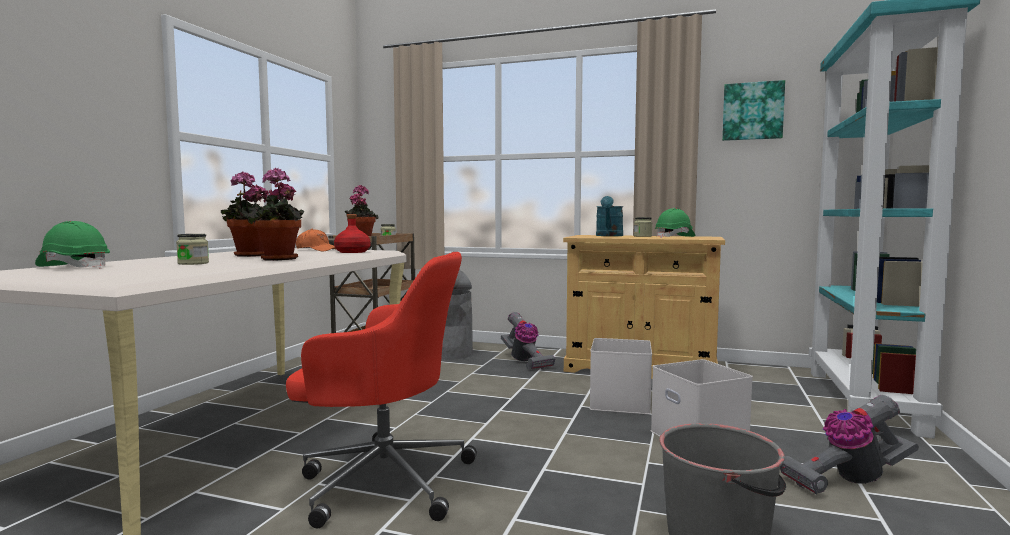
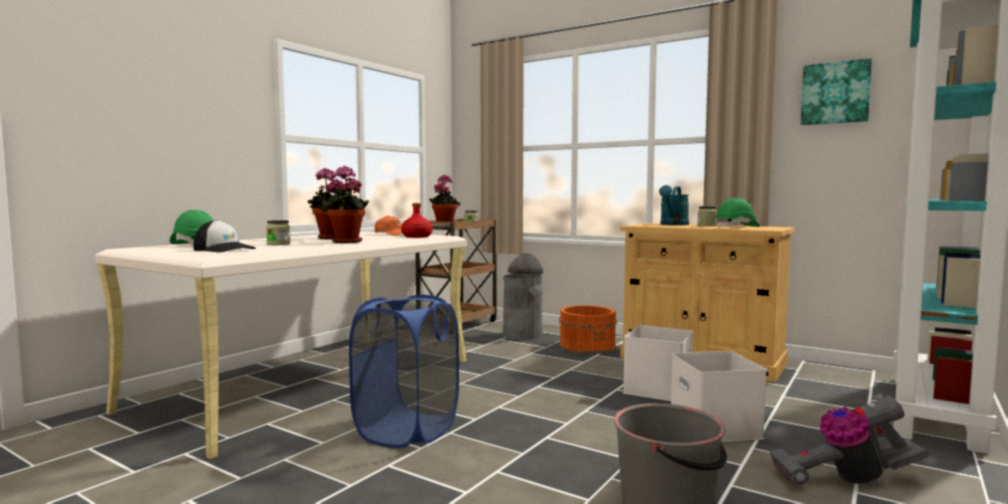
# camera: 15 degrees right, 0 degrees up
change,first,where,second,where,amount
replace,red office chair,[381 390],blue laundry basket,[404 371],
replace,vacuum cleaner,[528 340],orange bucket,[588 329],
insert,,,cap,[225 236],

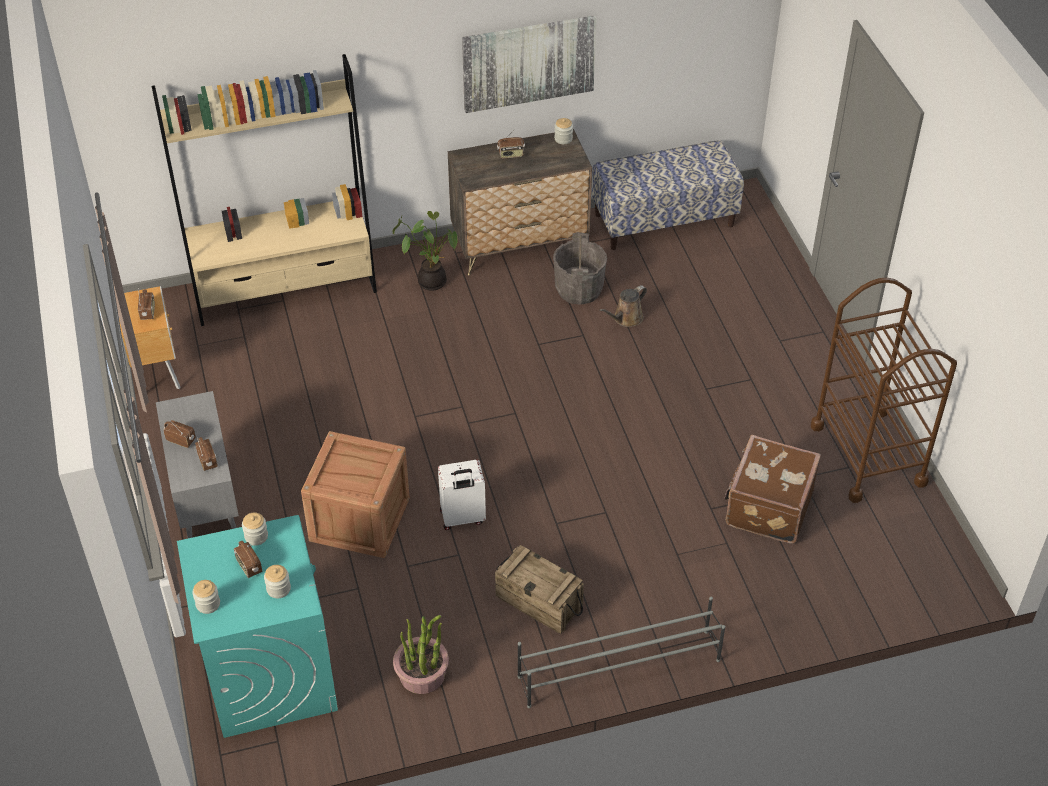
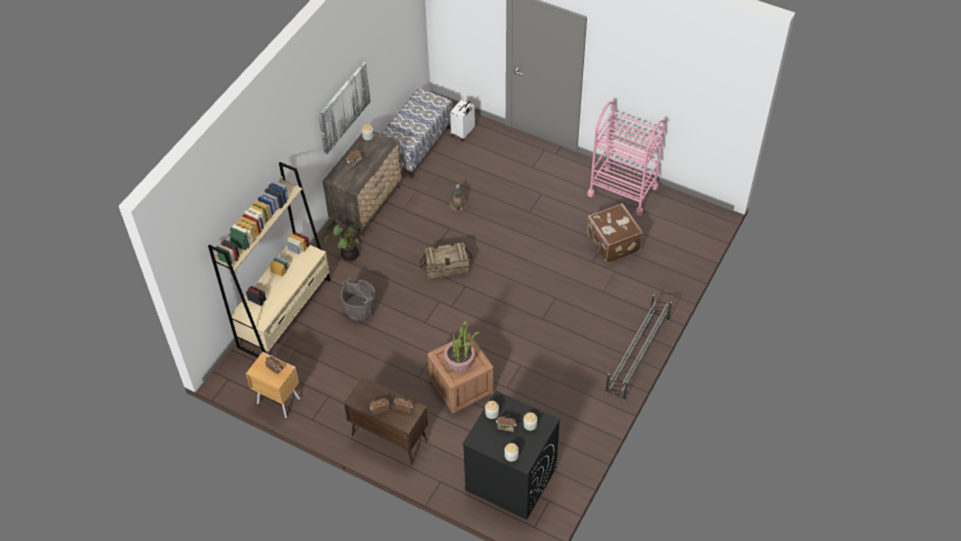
# camera: 45 degrees left, 5 degrees up
change,first,where,second,where,amount
recolor,grey cabinet,[197 464],brown cabinet,[386 421],
recolor,turquoise washing machine,[257 626],black washing machine,[511 455],
move,potted plant,[421 654],,[461 346],
move,white suitcase,[462 495],,[462 120],
move,crate,[539 589],,[446 260],
move,grey bucket,[580 268],,[358 299],
recolor,brown cart,[884 390],pink cart,[626 158],

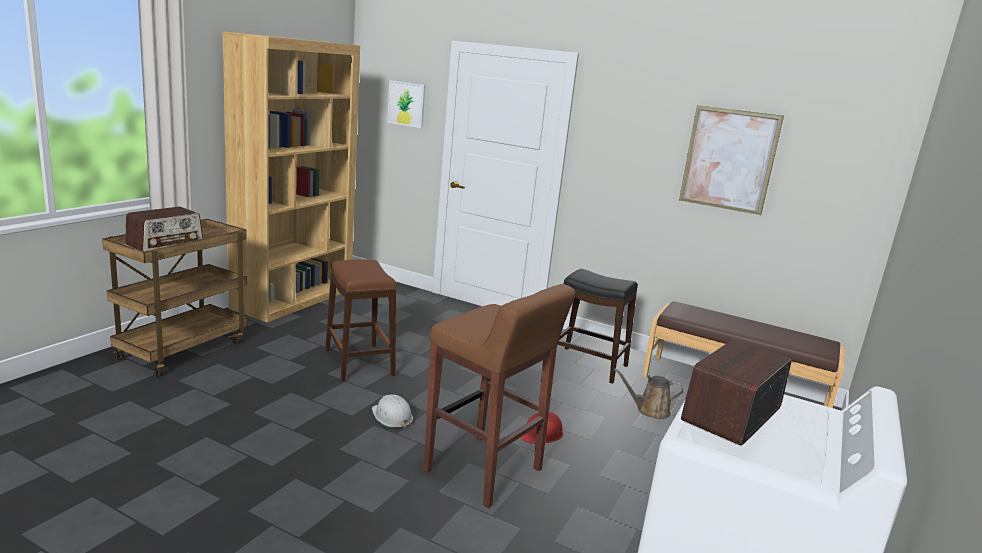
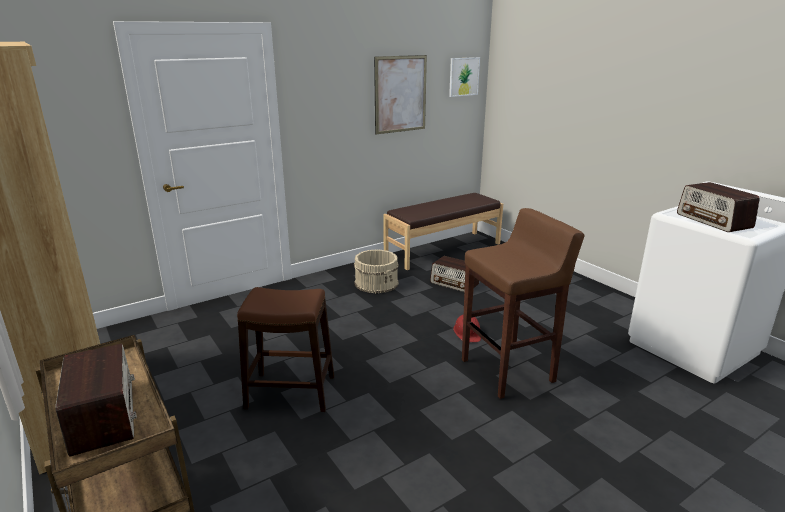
# camera: 60 degrees left, 5 degrees up
change,first,where,second,where,amount
delete,white hard hat,[392 411],,,
move,picture,[406 104],,[464 77],
replace,black stool,[598 326],beige bucket,[376 271],
replace,brown watering can,[648 393],radio,[454 274],

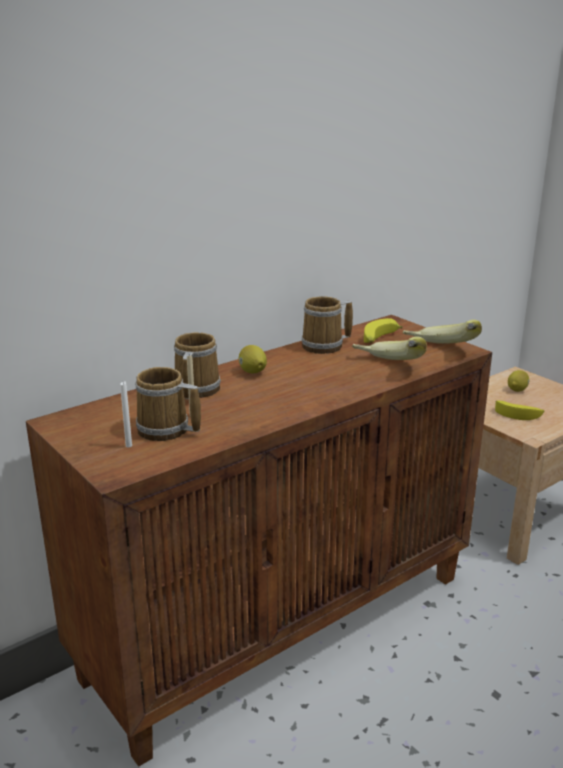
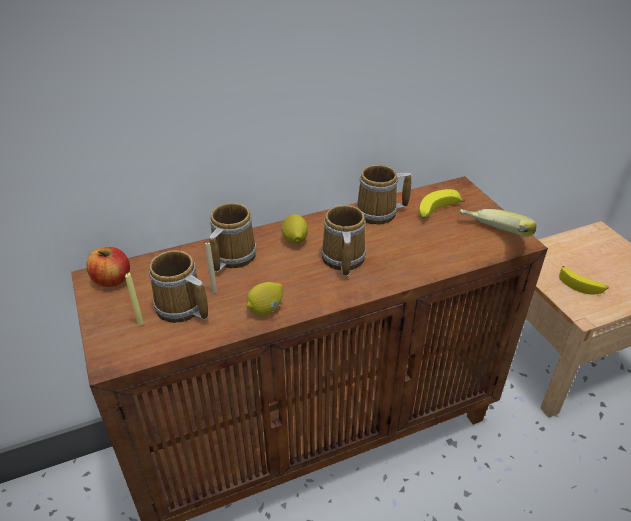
# camera: 15 degrees right, 15 degrees up
change,first,where,second,where,amount
recolor,white candle,[126 414],yellow candle,[134 299],
delete,banana,[389 348],,,
move,lemon,[518 381],,[265 299],
insert,,,apple,[108 267],
insert,,,mug,[343 240],

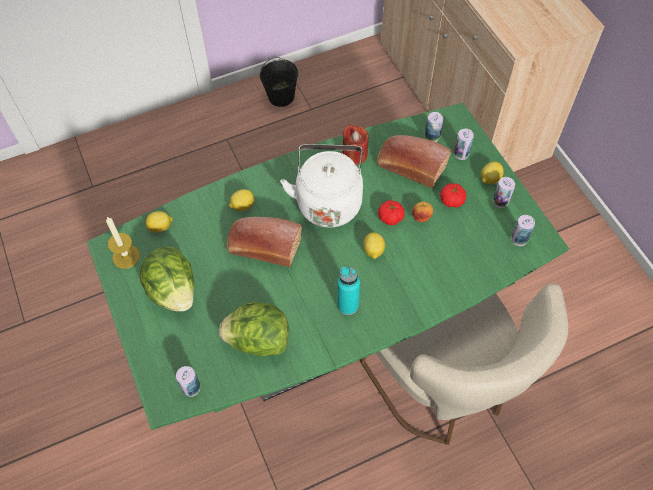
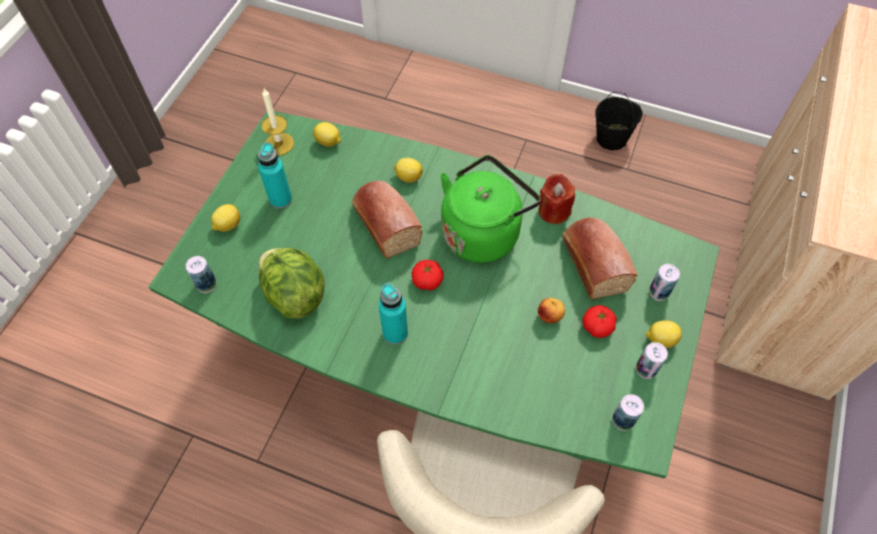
# camera: 45 degrees right, 0 degrees up
change,first,where,second,where,amount
replace,lettuce,[167 279],turquoise bottle,[275 176],
recolor,white kettle,[321 186],green kettle,[491 209],
move,lemon,[374 245],,[225 218],
move,tomato,[391 212],,[427 275],
delete,can,[434 127],,,

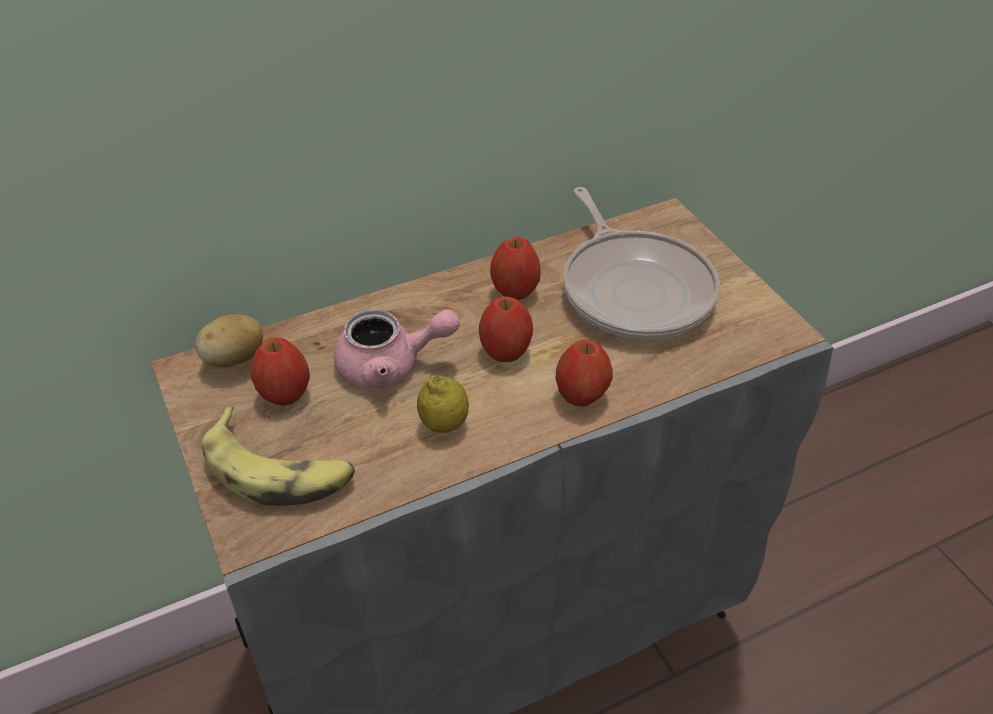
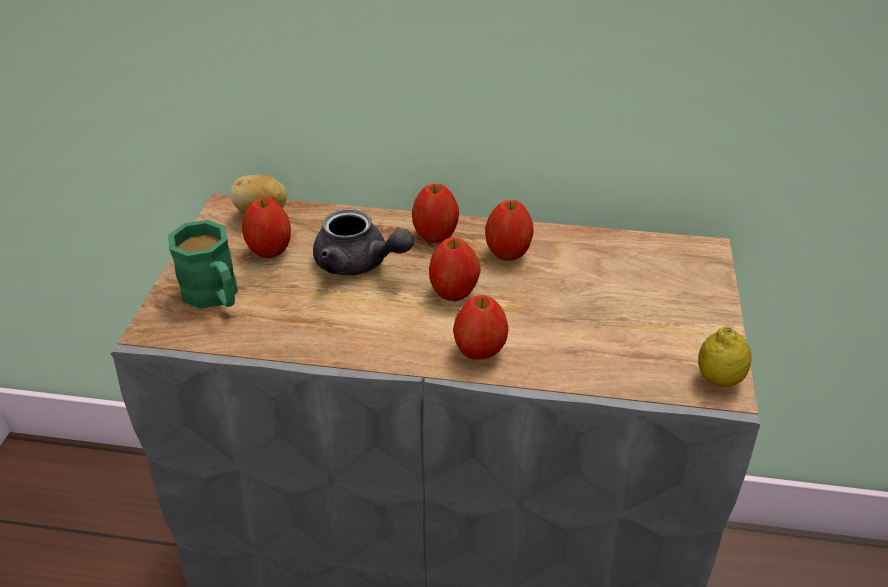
# camera: 35 degrees right, 5 degrees down
change,first,where,second,where,amount
replace,banana,[278 456],green mug,[203 264],
recolor,pink teapot,[397 348],grey teapot,[363 242],
move,lemon,[443 404],,[725 356],
delete,frying pan,[641 263],,,
insert,,,apple,[435 213],

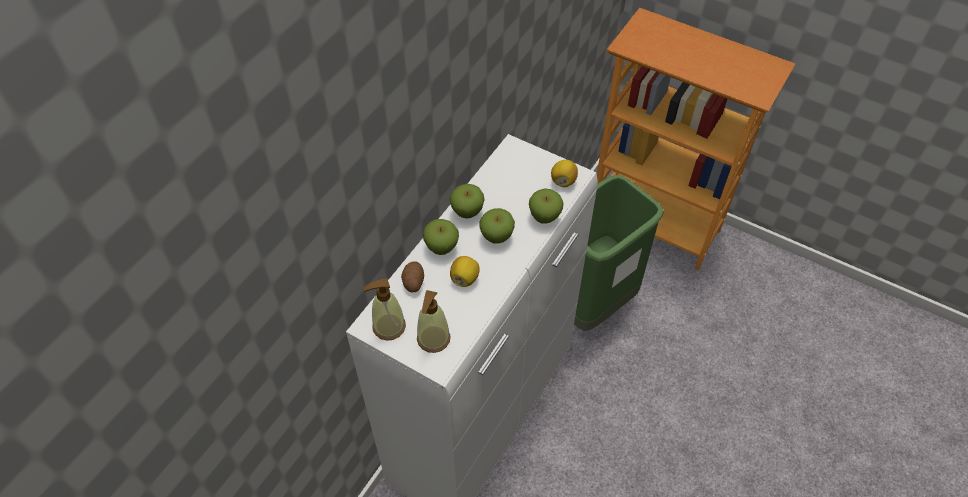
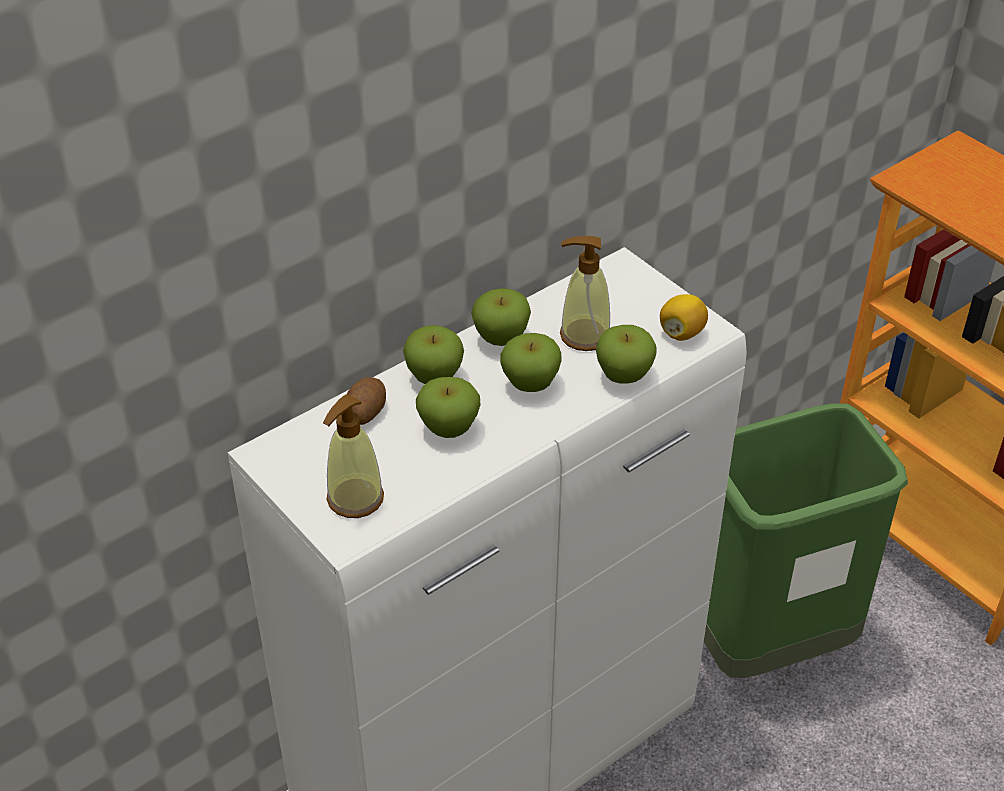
# camera: 20 degrees right, 10 degrees down
change,first,where,second,where,amount
move,soap dispenser,[384 309],,[585 293],
replace,lemon,[465 271],apple,[448 407],

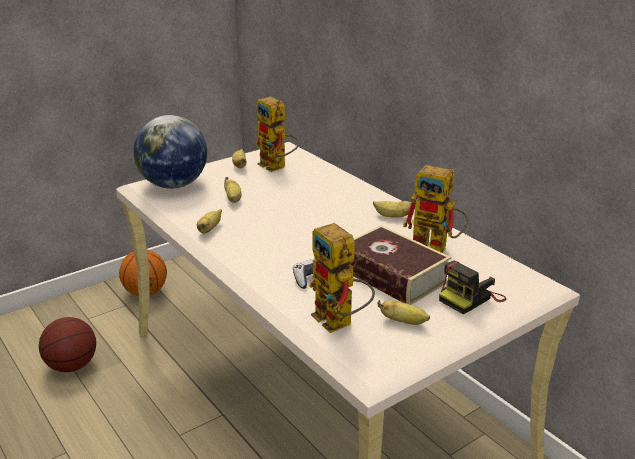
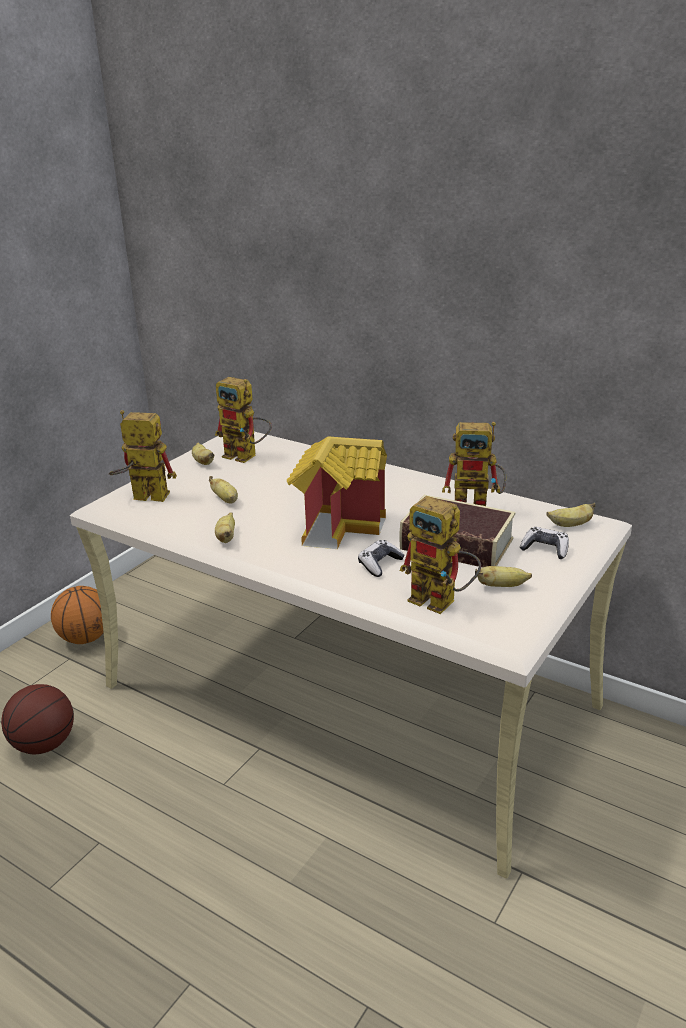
# camera: 20 degrees left, 0 degrees up
change,first,where,second,where,amount
replace,globe,[170 152],toy robot,[143 456],
move,banana,[392 209],,[571 515],
replace,photo camera,[472 287],game controller,[544 543],
insert,,,toy house,[337 492],

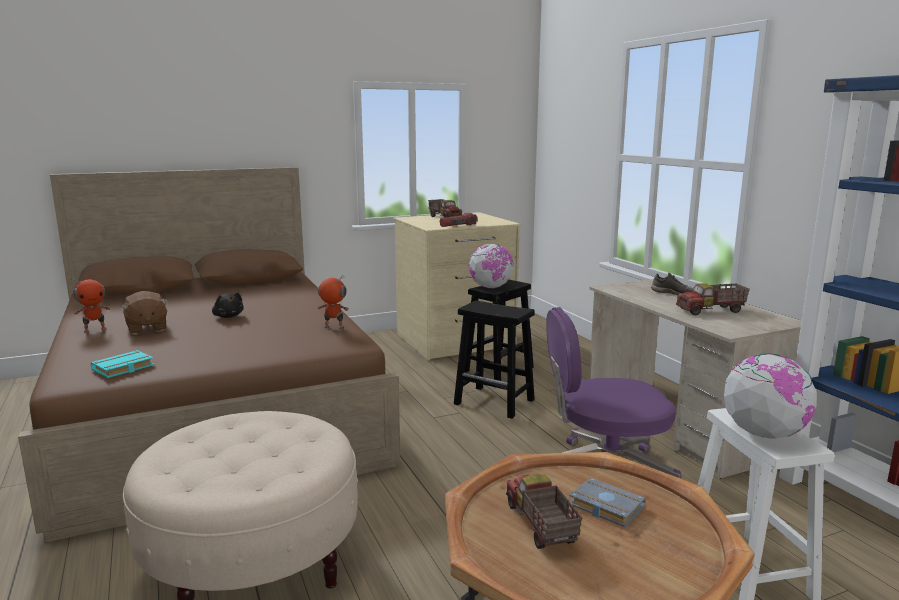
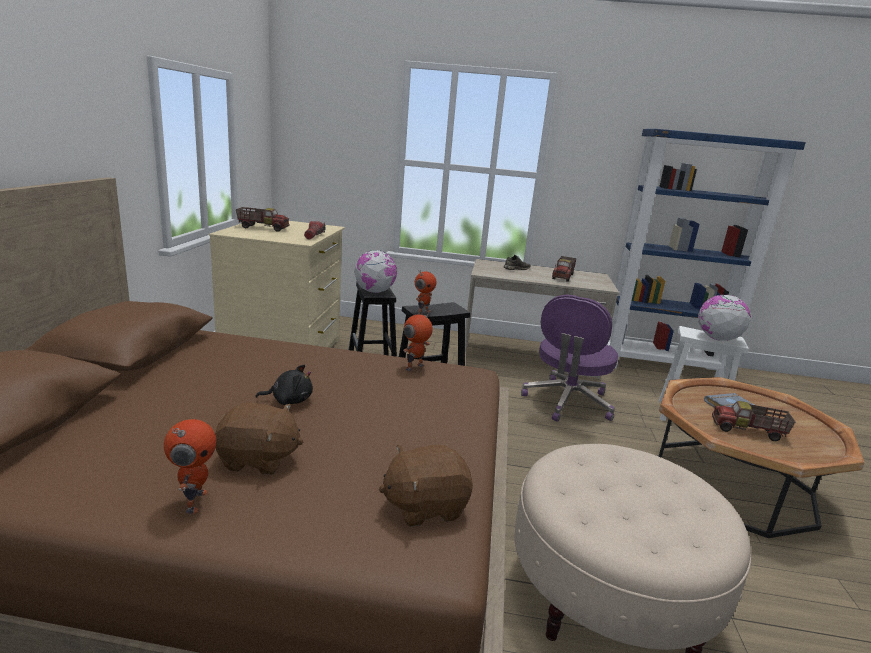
# camera: 60 degrees left, 5 degrees up
change,first,where,second,where,amount
replace,turquoise book,[122 364],brown plush toy,[426 486],
insert,,,toy robot,[425 292],

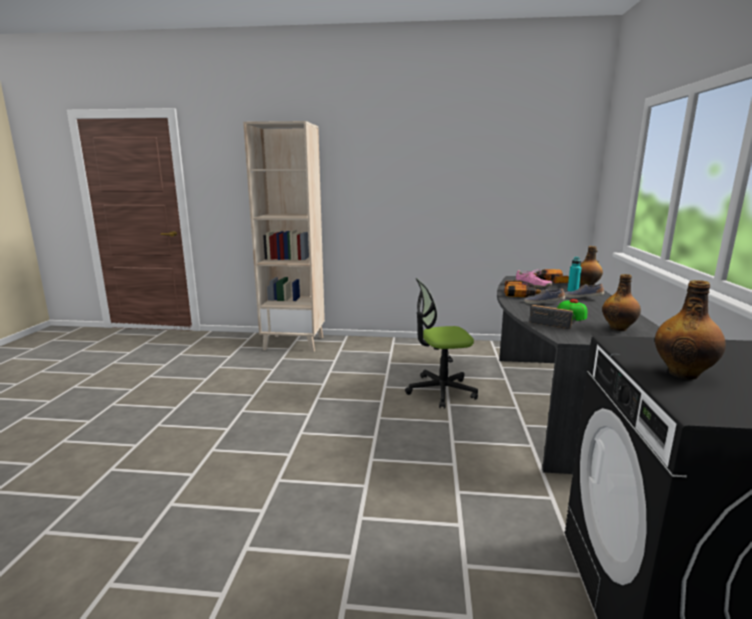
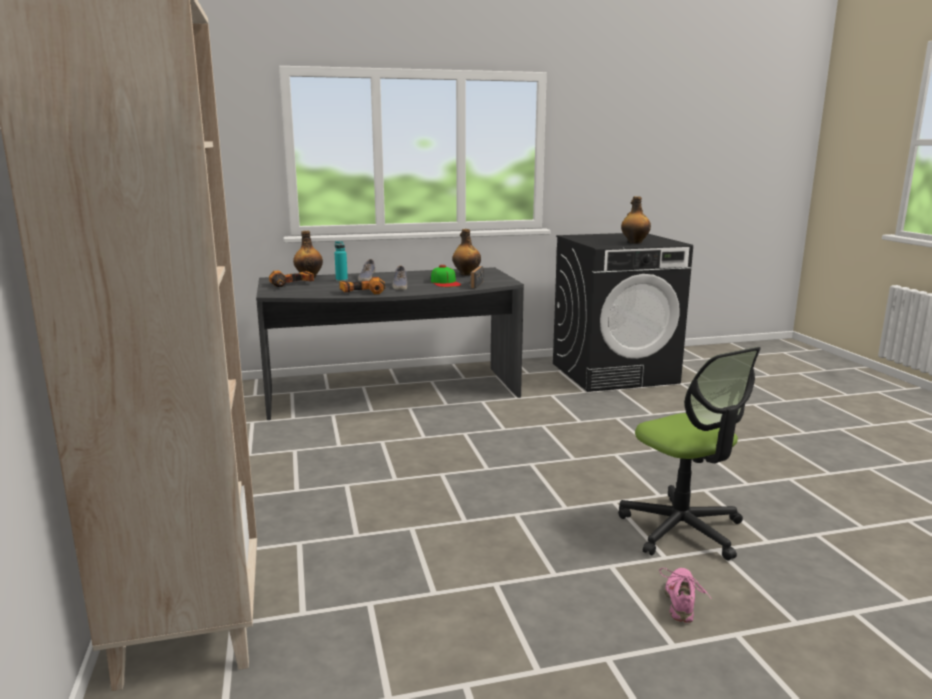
# camera: 110 degrees left, 0 degrees up
change,first,where,second,where,amount
move,office chair,[441 343],,[689 453],
move,pink shoe,[534 278],,[685 595],

